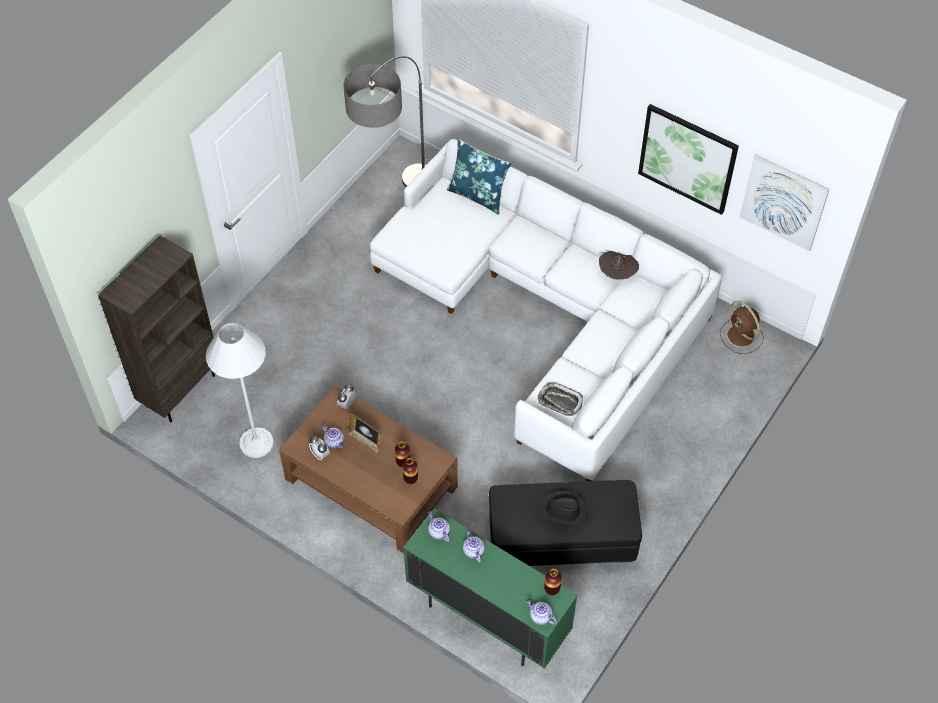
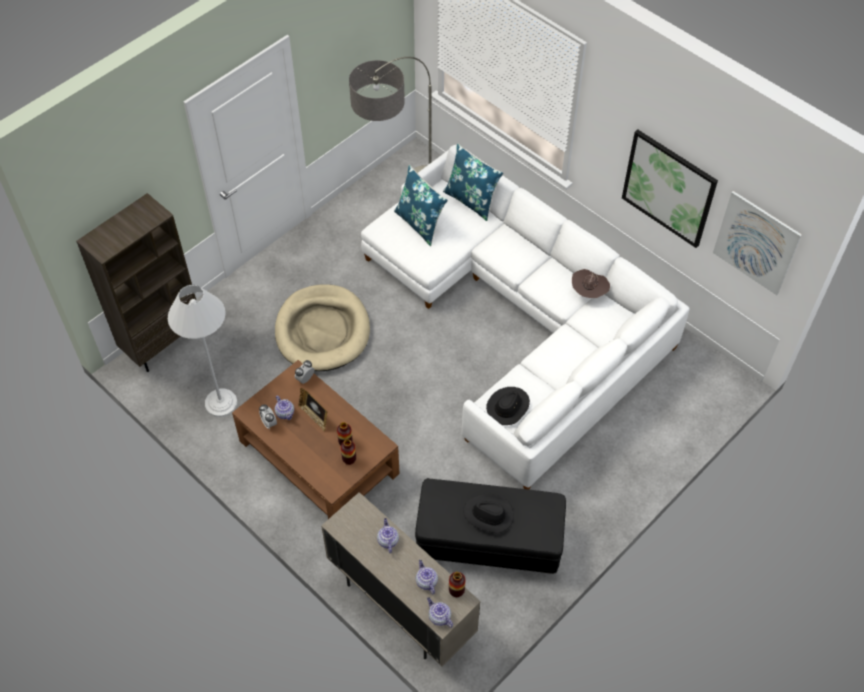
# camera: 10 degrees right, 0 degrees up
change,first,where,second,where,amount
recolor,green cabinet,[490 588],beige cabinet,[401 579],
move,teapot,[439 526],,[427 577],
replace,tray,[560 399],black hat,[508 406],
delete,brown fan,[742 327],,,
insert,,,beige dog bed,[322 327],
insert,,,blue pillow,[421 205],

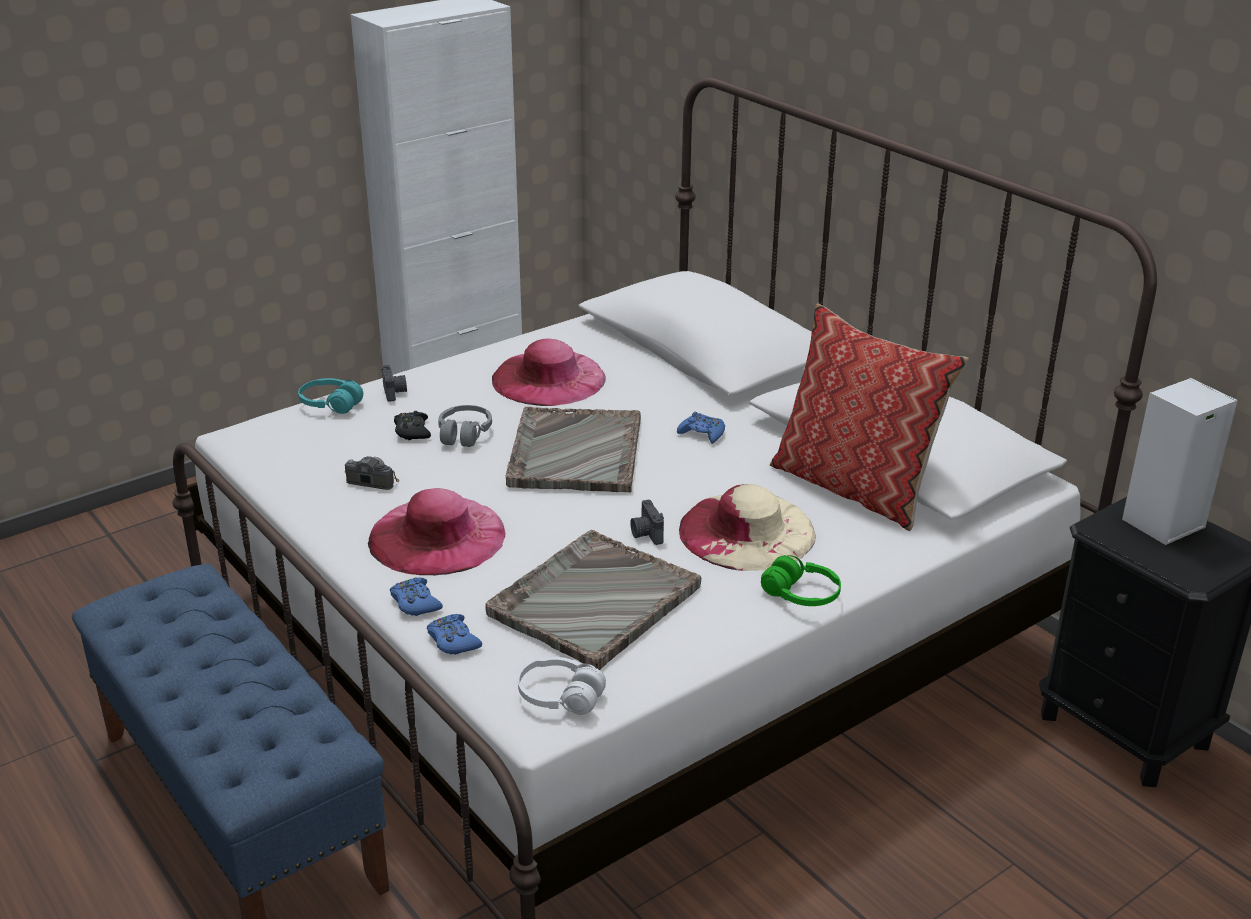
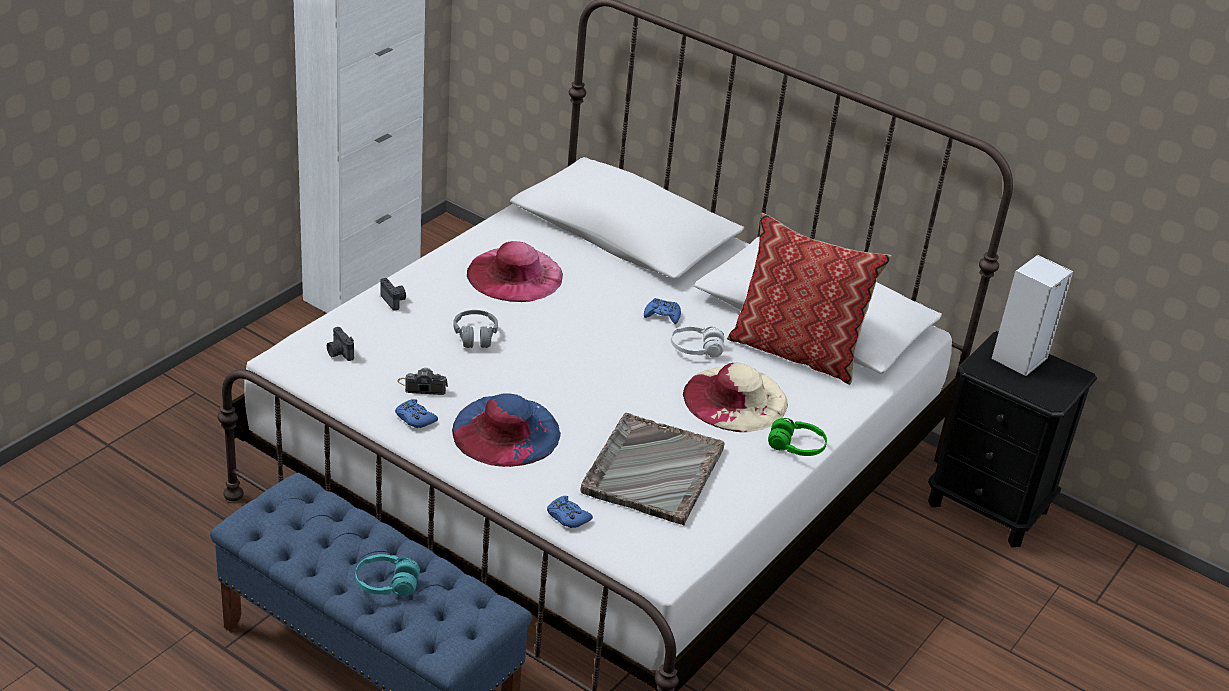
# camera: 20 degrees left, 5 degrees up
change,first,where,second,where,amount
move,turquoise headphones,[330 396],,[387 575],
recolor,pink hat,[436 531],blue hat,[506 430],
move,blue game controller,[416 596],,[416 413],
delete,black game controller,[412 425],,,
delete,grey tray,[573 450],,,
move,white headphones,[562 686],,[697 341],
move,photo camera,[647 522],,[340 344],

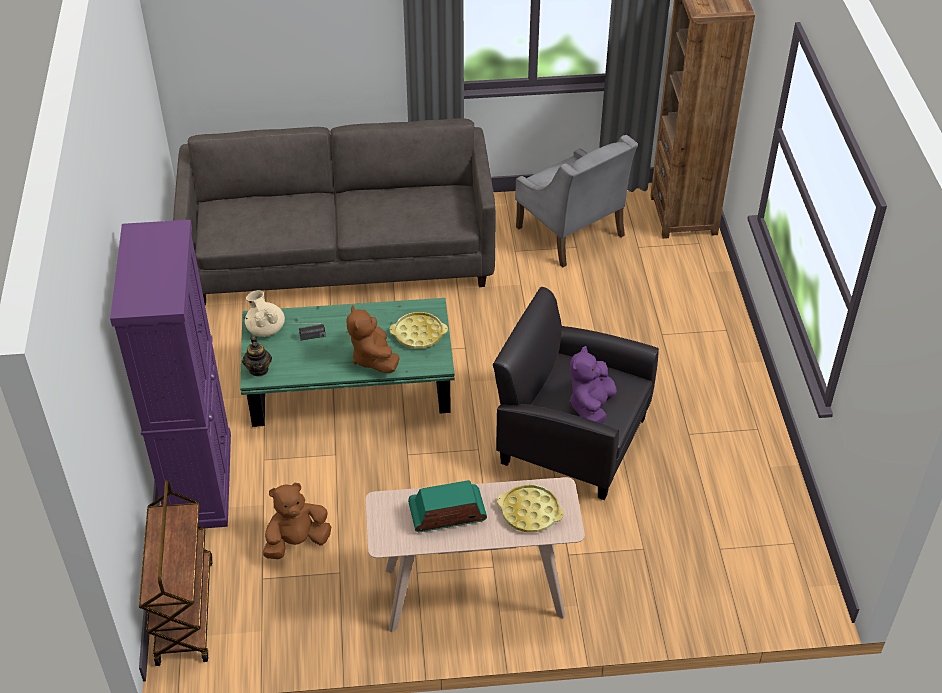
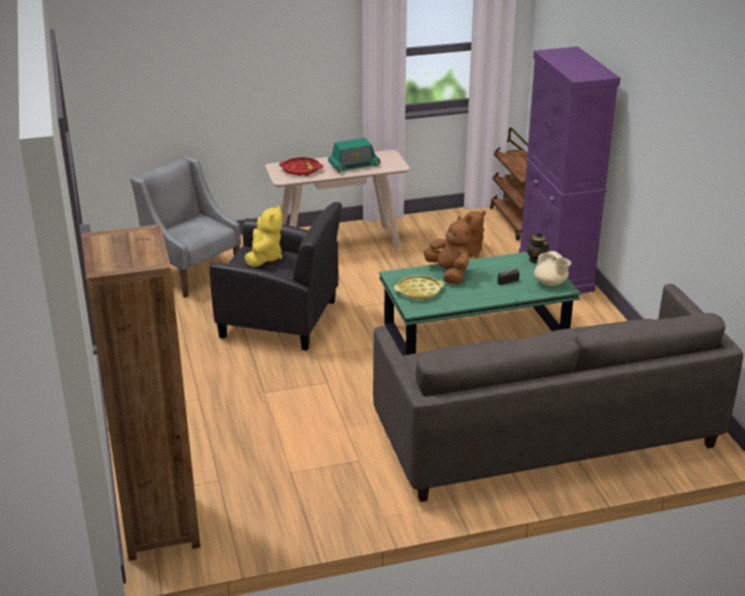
# camera: 170 degrees right, 15 degrees down
change,first,where,second,where,amount
recolor,yellow tray,[530 508],red tray,[301 166],
move,grey armchair,[576 201],,[185 227],
recolor,purple plush toy,[593 385],yellow plush toy,[263 236],

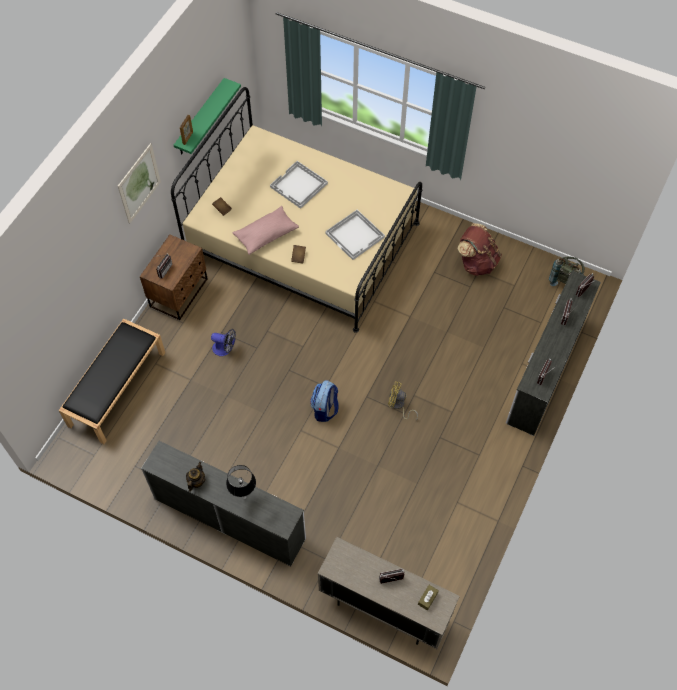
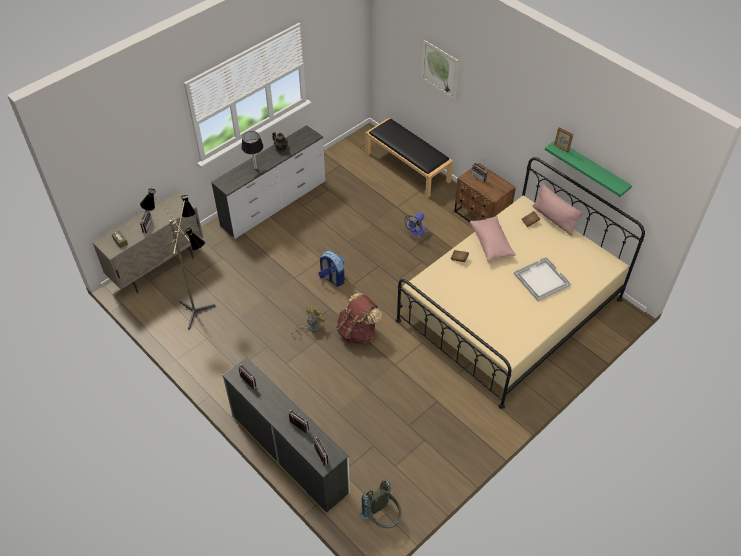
# camera: 110 degrees right, 10 degrees down
change,first,where,second,where,amount
move,picture,[139 183],,[440 70],
delete,white tray,[355 235],,,
move,brown backpack,[479 249],,[359 318],
insert,,,floor lamp,[177 259],
insert,,,pink pillow,[557 210],

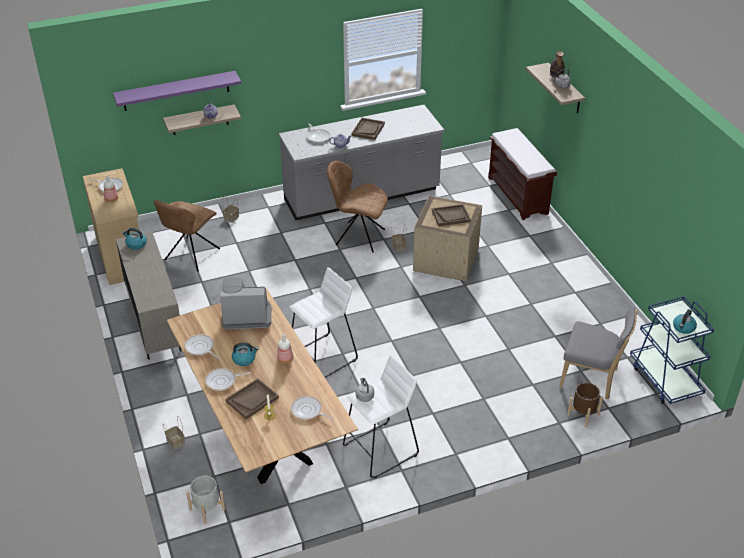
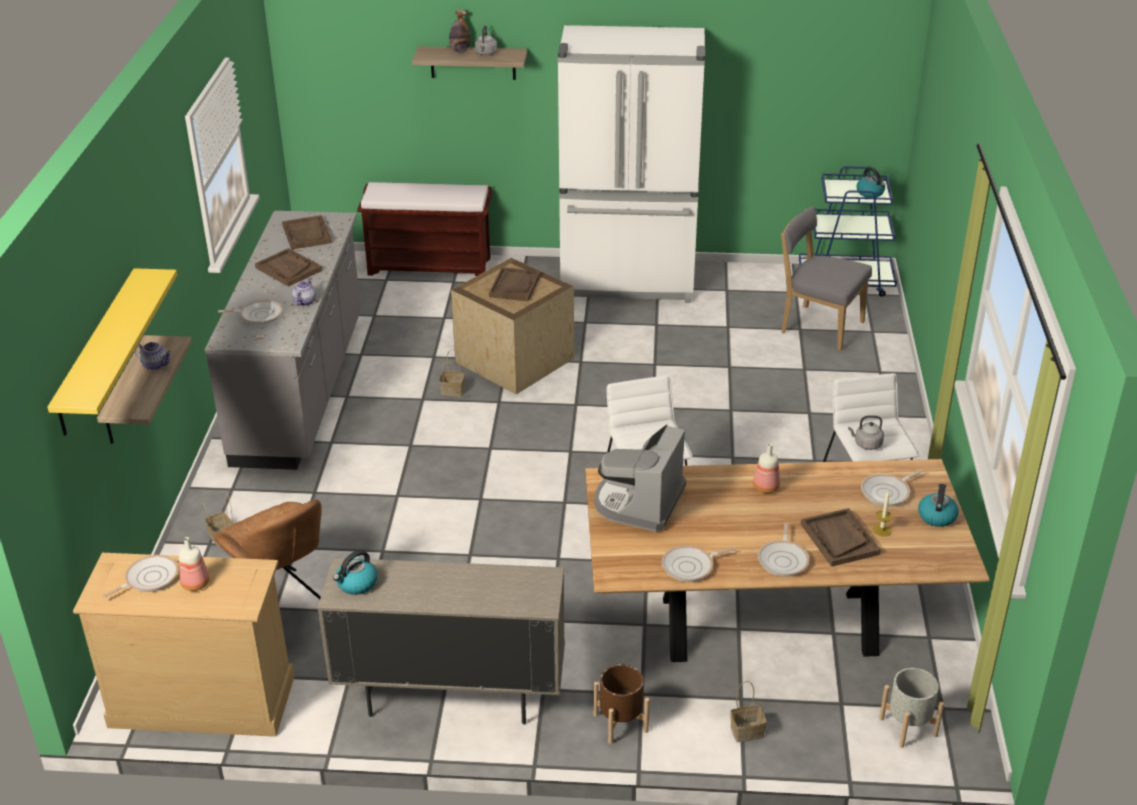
# camera: 65 degrees left, 5 degrees down
change,first,where,second,where,amount
recolor,purple shelf,[177 91],yellow shelf,[112 352],
move,kettle,[245 354],,[938 505],
delete,brown chair,[357 207],,,
rotate,grey chair,[598 352],,[826 278],105 degrees counterclockwise
move,brown planter,[585 405],,[622 704],
insert,,,brown tray,[307 232],
insert,,,white fridge,[631 164],

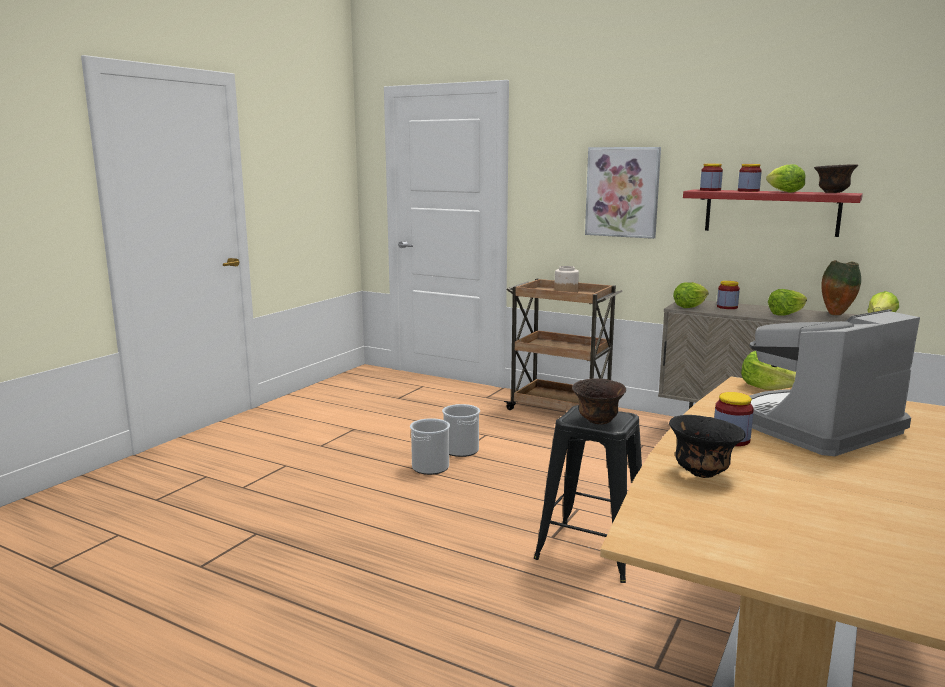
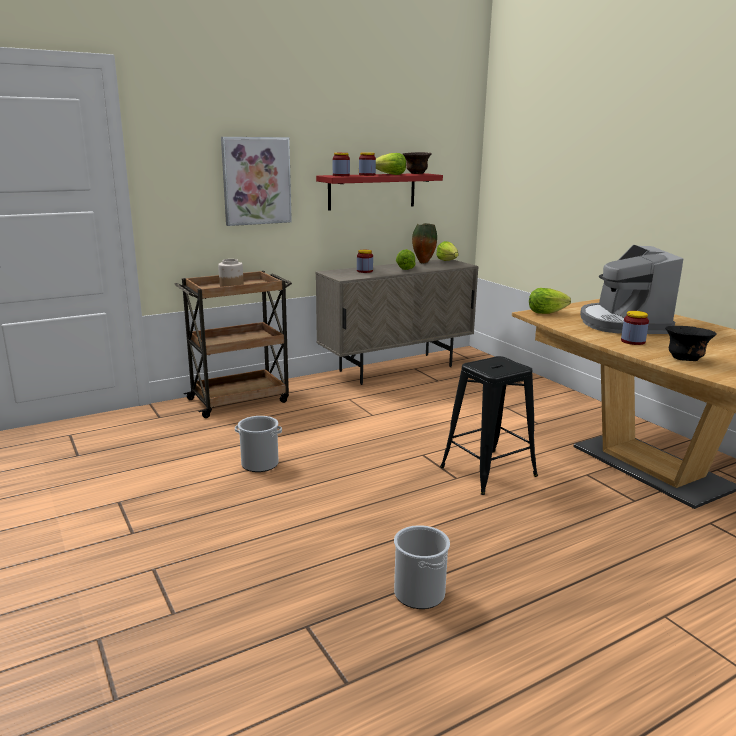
# camera: 60 degrees left, 5 degrees up
change,first,where,second,where,amount
move,bucket,[430 446],,[422 567],
delete,brown bowl,[599 401],,,
delete,lettuce,[691 295],,,

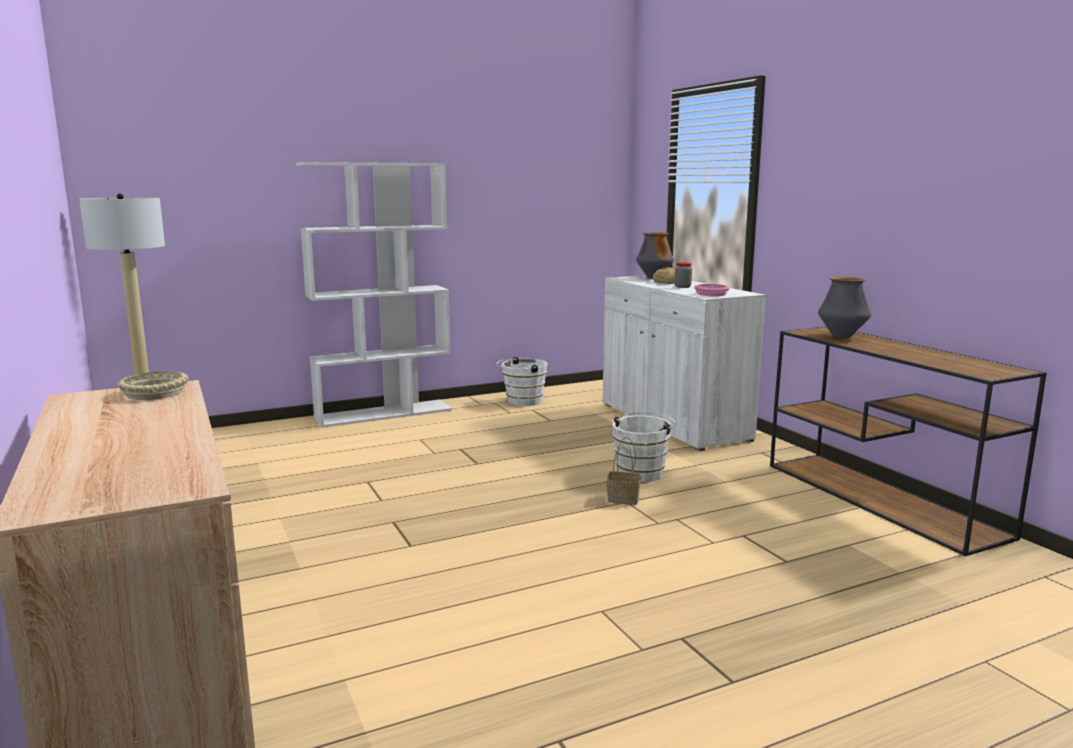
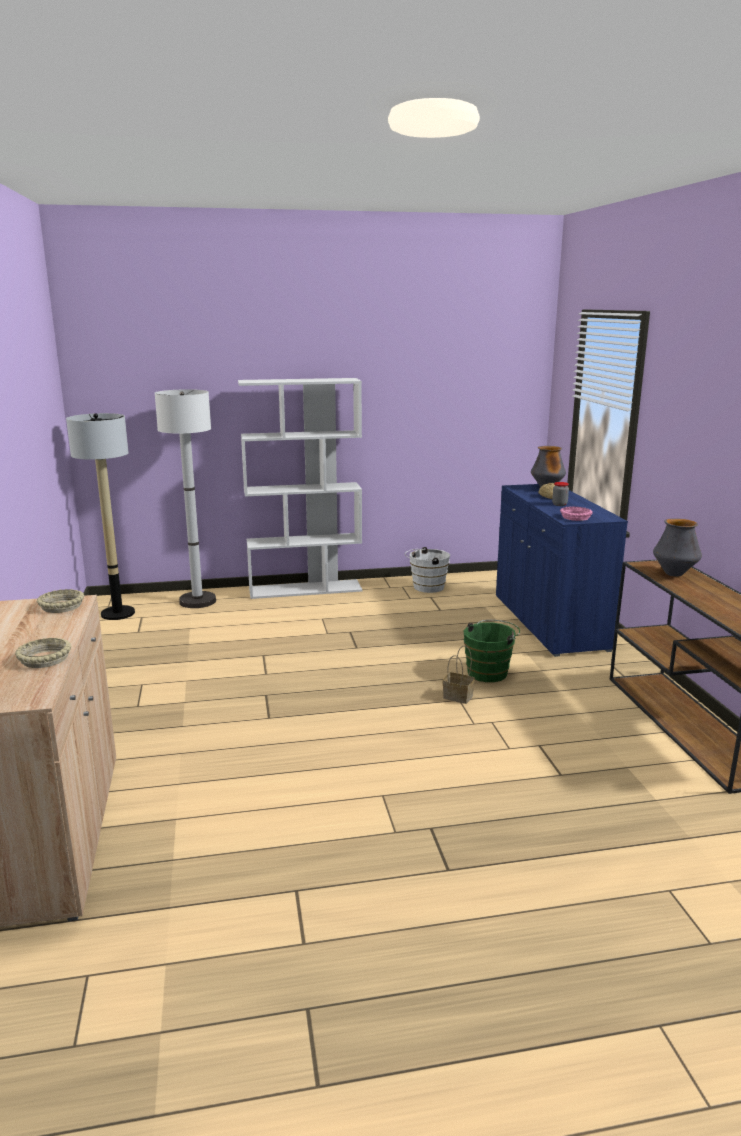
# camera: 15 degrees right, 5 degrees up
change,first,where,second,where,amount
recolor,white cabinet,[684 363],blue cabinet,[562 570],
recolor,white bucket,[644 447],green bucket,[492 651],
insert,,,beige bowl,[43 653],
insert,,,white floor lamp,[185 498],

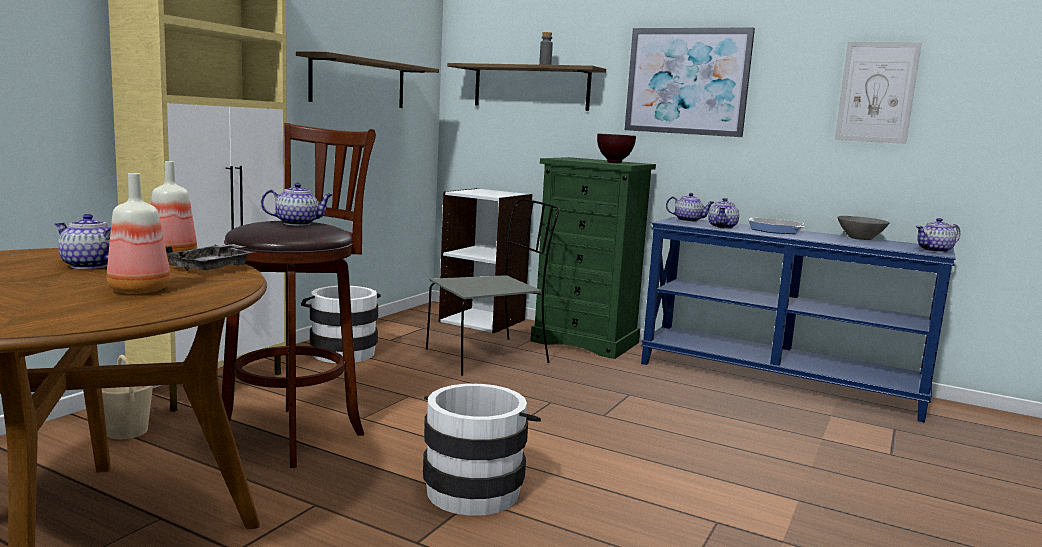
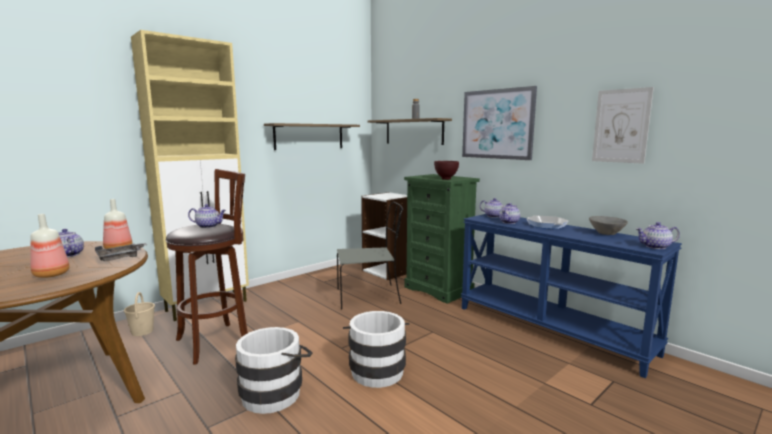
# camera: 20 degrees right, 0 degrees up
change,first,where,second,where,amount
move,white bucket,[341 324],,[376 349],

